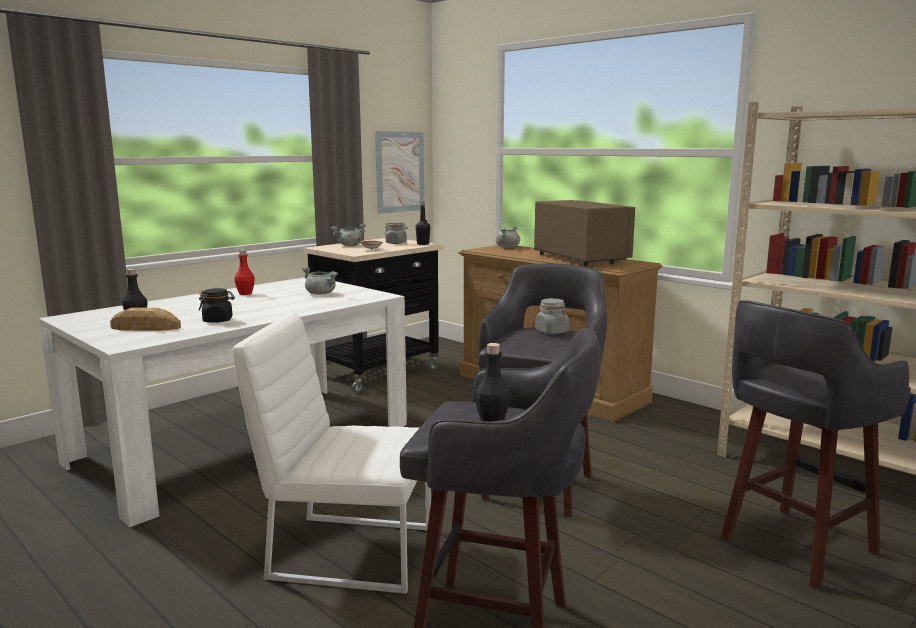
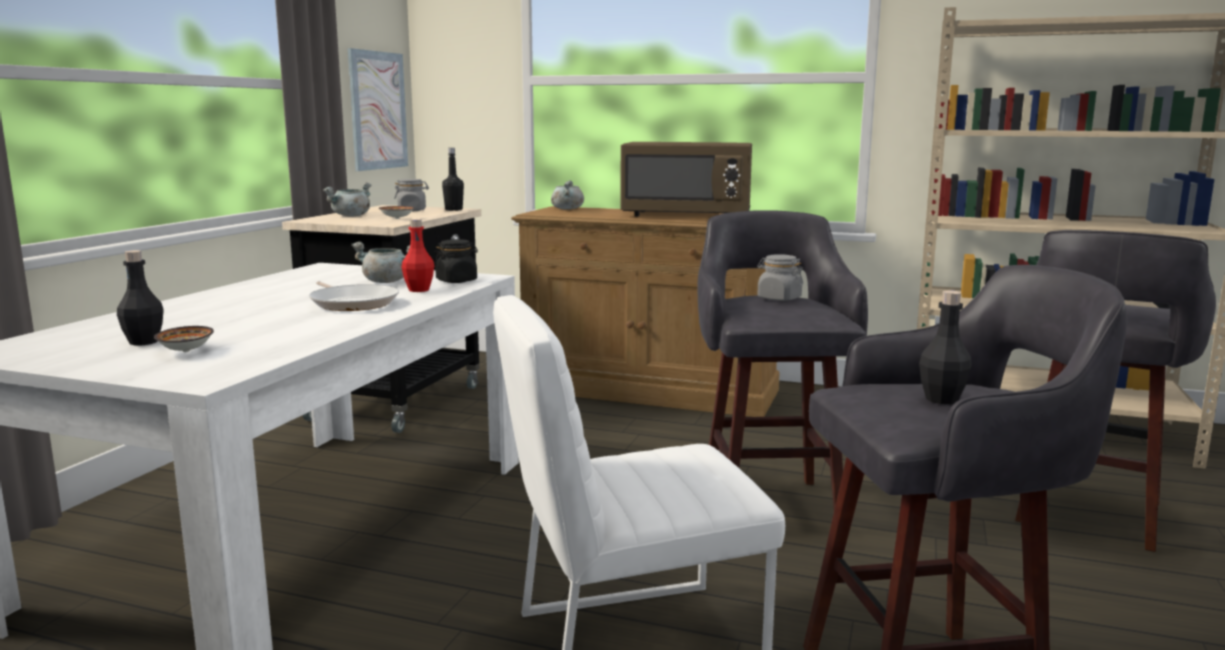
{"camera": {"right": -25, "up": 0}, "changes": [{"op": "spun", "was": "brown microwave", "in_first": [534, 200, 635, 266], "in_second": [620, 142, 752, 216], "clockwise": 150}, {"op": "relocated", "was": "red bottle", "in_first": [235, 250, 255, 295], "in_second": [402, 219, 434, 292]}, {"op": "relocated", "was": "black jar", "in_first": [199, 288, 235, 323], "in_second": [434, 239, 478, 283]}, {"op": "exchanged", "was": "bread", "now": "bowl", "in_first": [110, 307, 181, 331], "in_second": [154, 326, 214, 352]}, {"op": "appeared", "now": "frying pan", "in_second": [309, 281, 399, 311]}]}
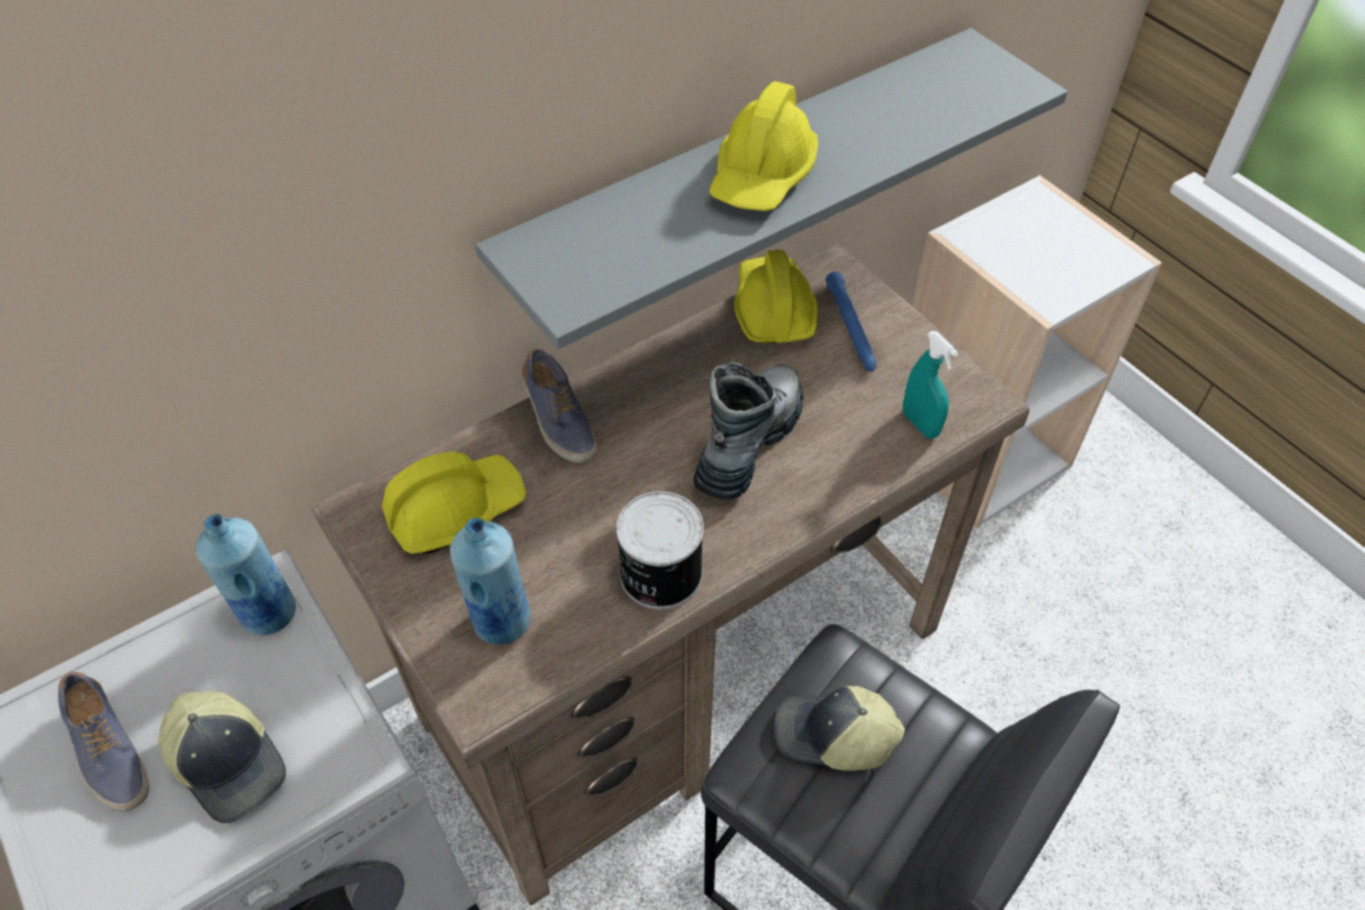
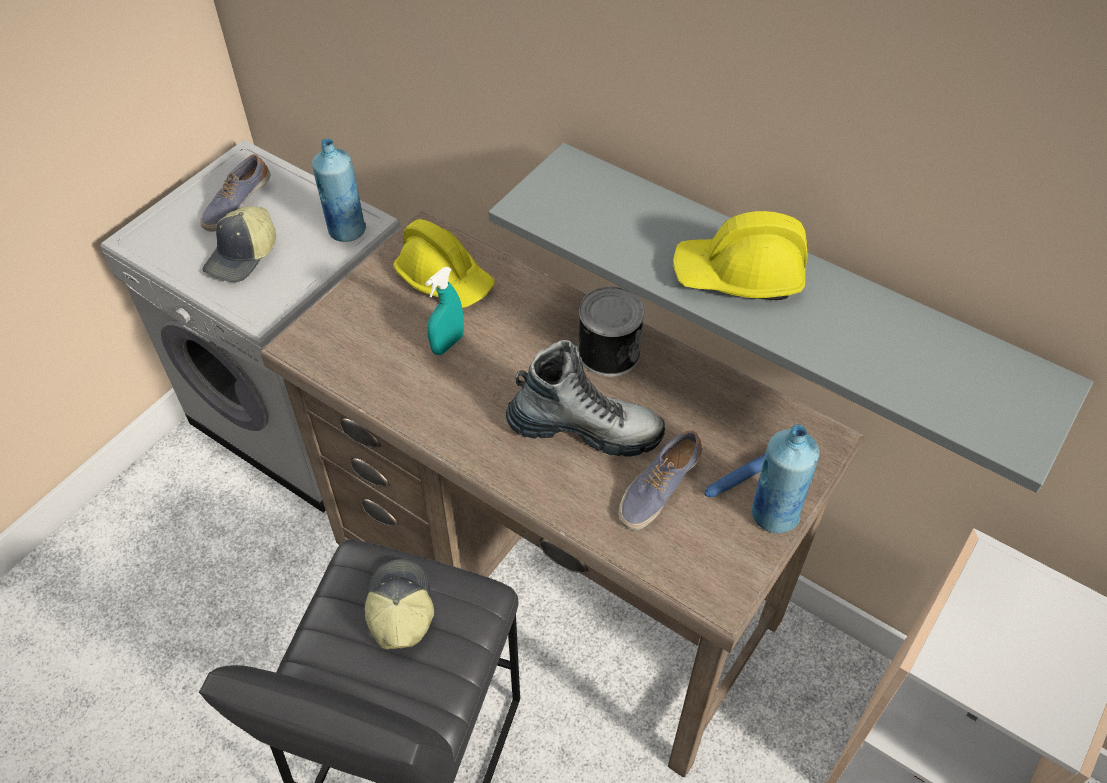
{"camera": {"right": 70, "up": 0}, "changes": [{"op": "missing", "was": "yellow hard hat", "in_first": [734, 250, 818, 343]}, {"op": "relocated", "was": "turquoise spray bottle", "in_first": [903, 331, 958, 438], "in_second": [425, 267, 464, 355]}, {"op": "relocated", "was": "shoe", "in_first": [521, 347, 597, 463], "in_second": [618, 430, 703, 531]}, {"op": "relocated", "was": "can", "in_first": [616, 491, 704, 609], "in_second": [578, 286, 645, 377]}, {"op": "relocated", "was": "blue bottle", "in_first": [450, 518, 531, 645], "in_second": [752, 424, 820, 533]}]}
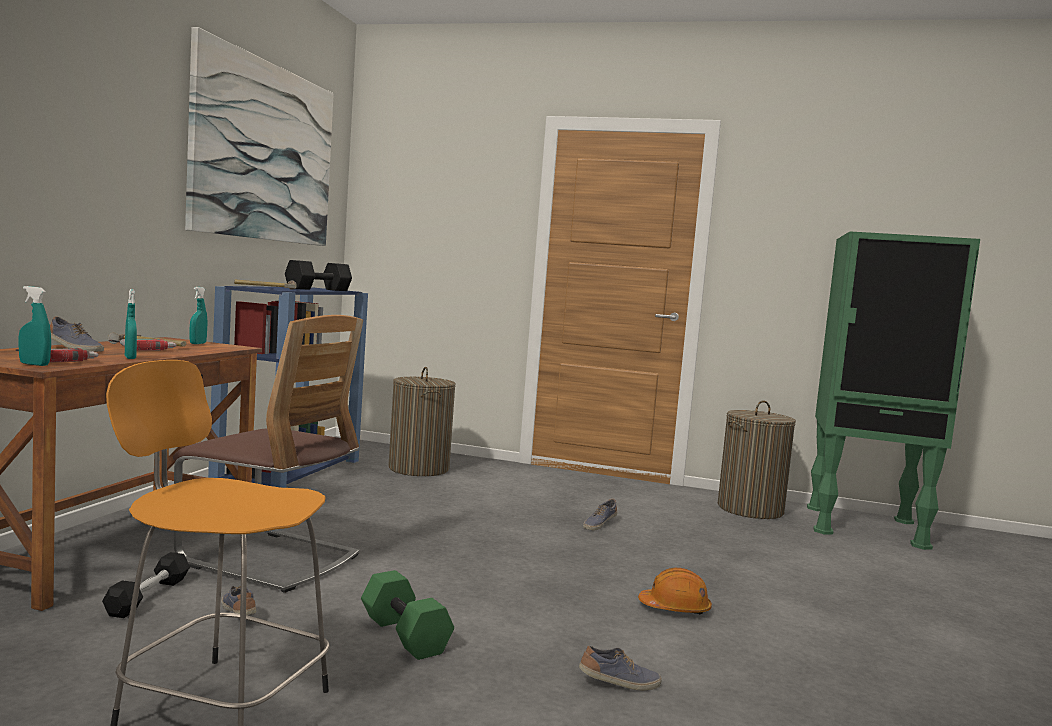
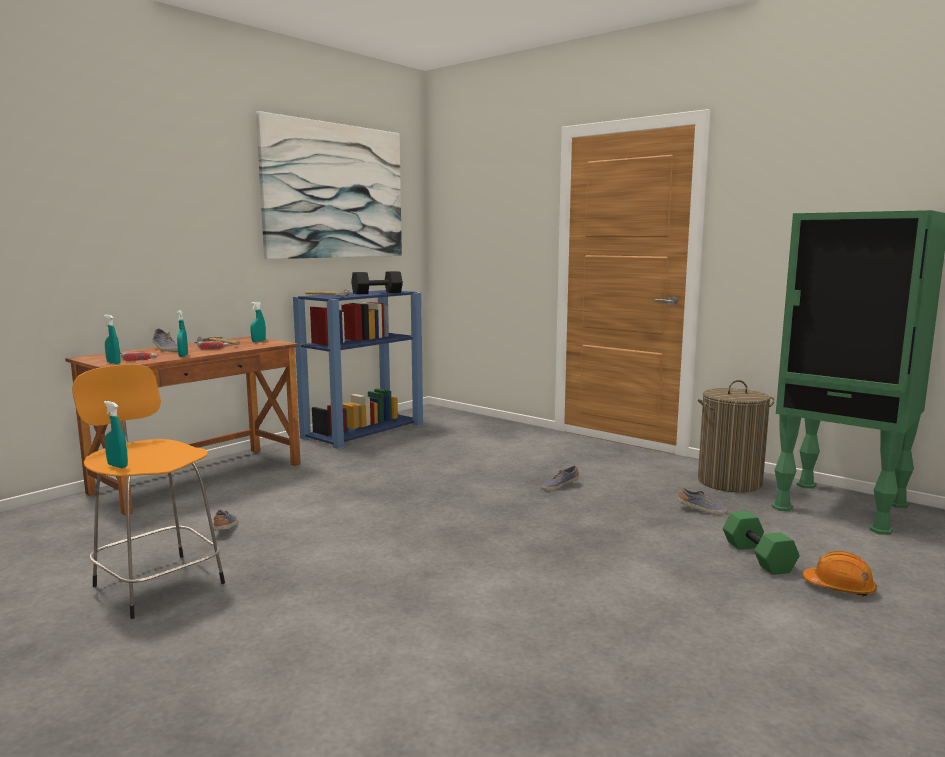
{"camera": {"right": 25, "up": 5}, "changes": [{"op": "missing", "was": "chair", "in_first": [173, 315, 363, 593]}, {"op": "missing", "was": "laundry basket", "in_first": [388, 367, 456, 476]}, {"op": "missing", "was": "black dumbbell", "in_first": [102, 552, 190, 618]}, {"op": "relocated", "was": "orange hard hat", "in_first": [638, 568, 712, 614], "in_second": [803, 551, 877, 596]}, {"op": "relocated", "was": "green dumbbell", "in_first": [361, 570, 454, 660], "in_second": [723, 511, 800, 575]}, {"op": "relocated", "was": "shoe", "in_first": [579, 645, 662, 691], "in_second": [677, 488, 728, 515]}, {"op": "appeared", "now": "turquoise spray bottle", "in_second": [104, 401, 128, 468]}]}
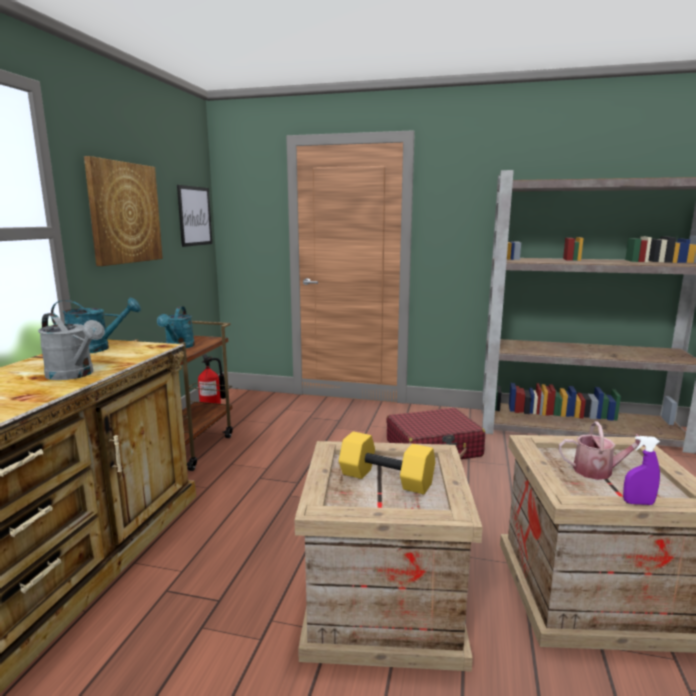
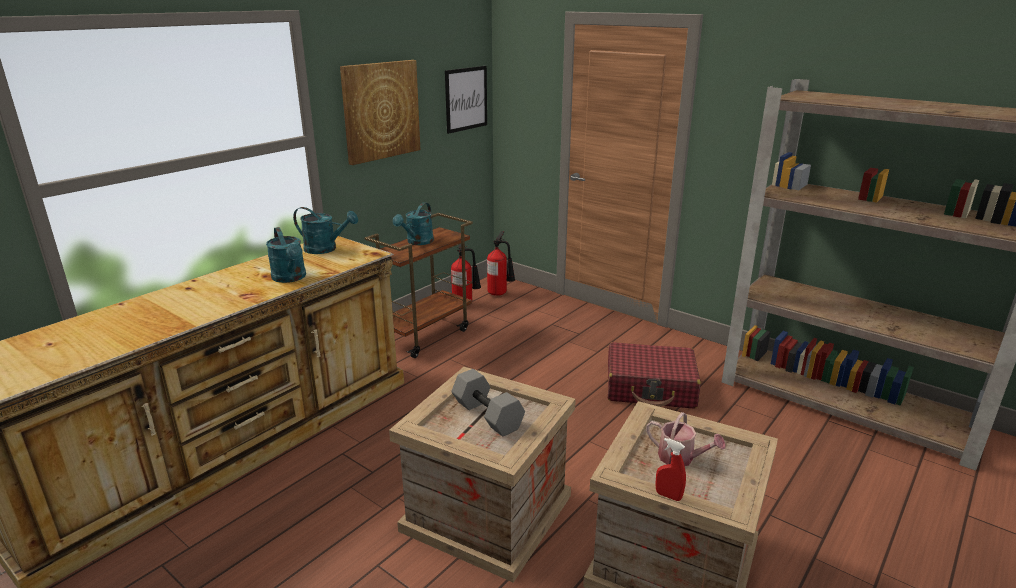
{"camera": {"right": 25, "up": 10}, "changes": [{"op": "colour", "was": "grey watering can", "now": "turquoise watering can", "in_first": [38, 313, 105, 380], "in_second": [266, 227, 306, 283]}, {"op": "colour", "was": "yellow dumbbell", "now": "grey dumbbell", "in_first": [339, 431, 435, 494], "in_second": [451, 369, 525, 437]}, {"op": "colour", "was": "purple spray bottle", "now": "red spray bottle", "in_first": [623, 436, 660, 505], "in_second": [656, 438, 686, 501]}, {"op": "appeared", "now": "fire extinguisher", "in_second": [487, 231, 515, 296]}]}
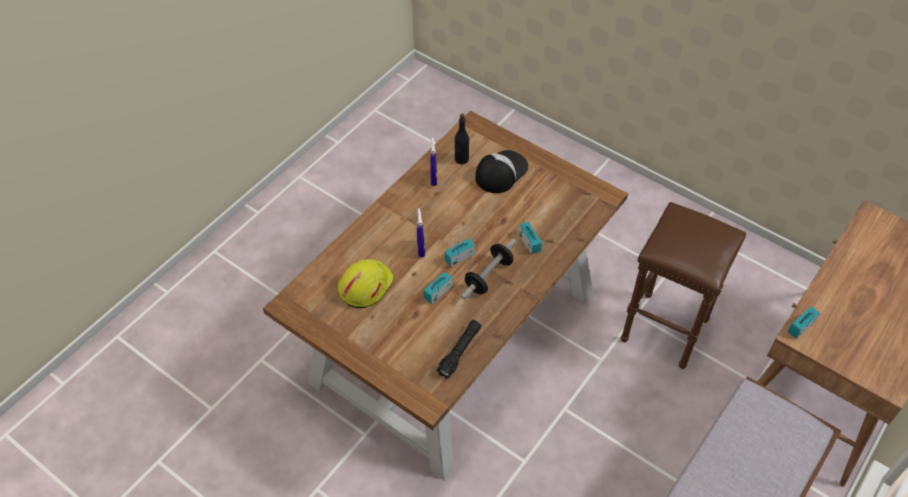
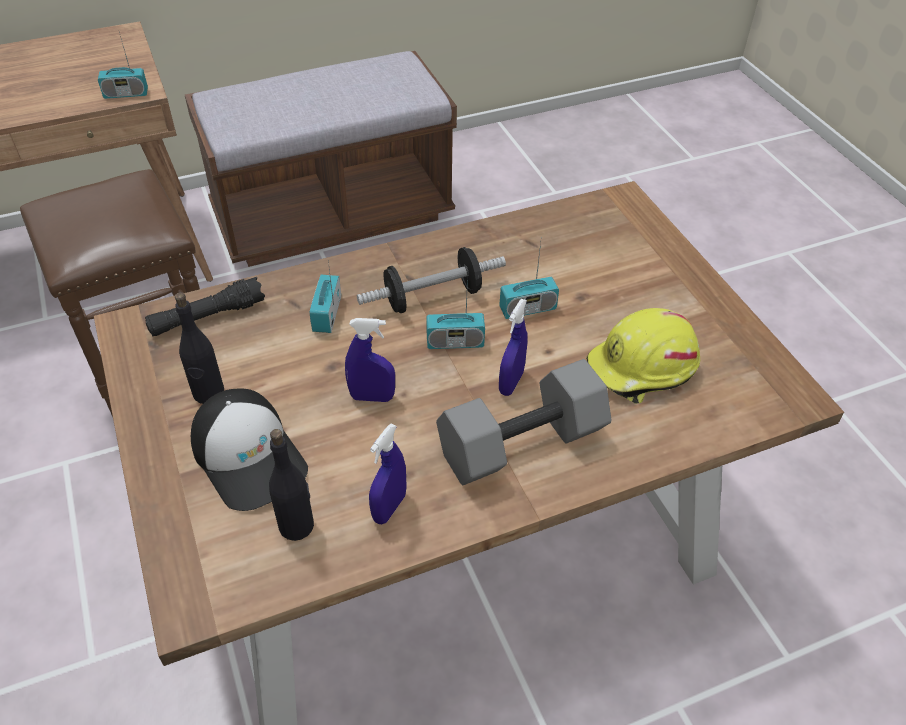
{"camera": {"right": -150, "up": -5}, "changes": [{"op": "spun", "was": "cap", "in_first": [475, 150, 528, 193], "in_second": [191, 389, 308, 511], "clockwise": -105}, {"op": "relocated", "was": "black flashlight", "in_first": [436, 320, 481, 379], "in_second": [145, 277, 265, 336]}, {"op": "appeared", "now": "black bottle", "in_second": [175, 292, 224, 404]}, {"op": "appeared", "now": "blue spray bottle", "in_second": [345, 318, 395, 402]}, {"op": "appeared", "now": "grey dumbbell", "in_second": [436, 359, 611, 485]}]}
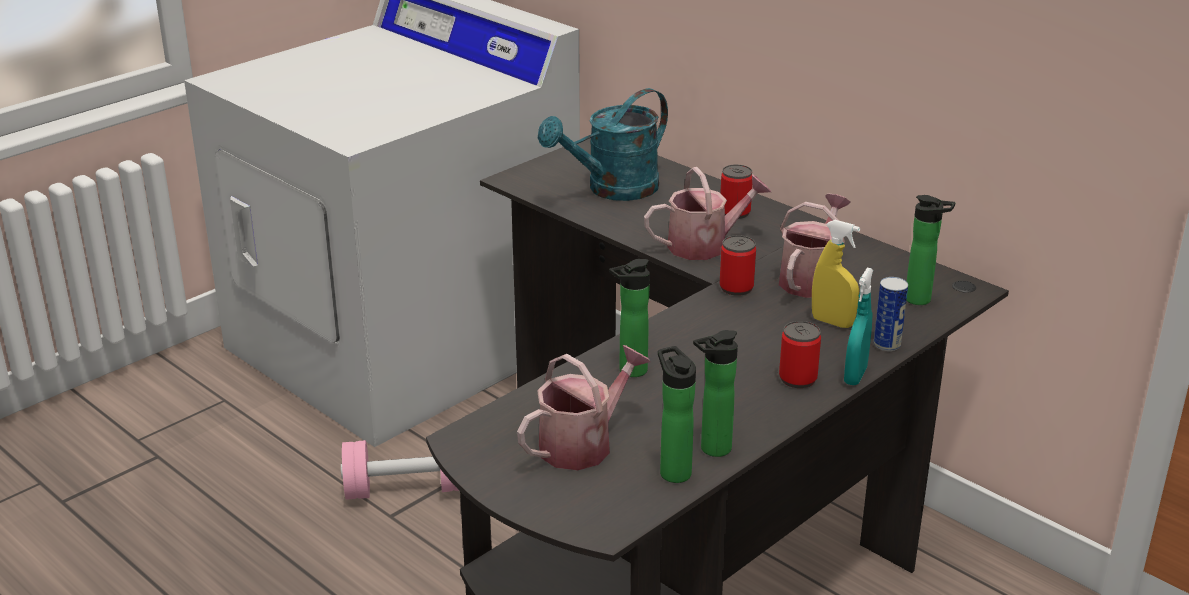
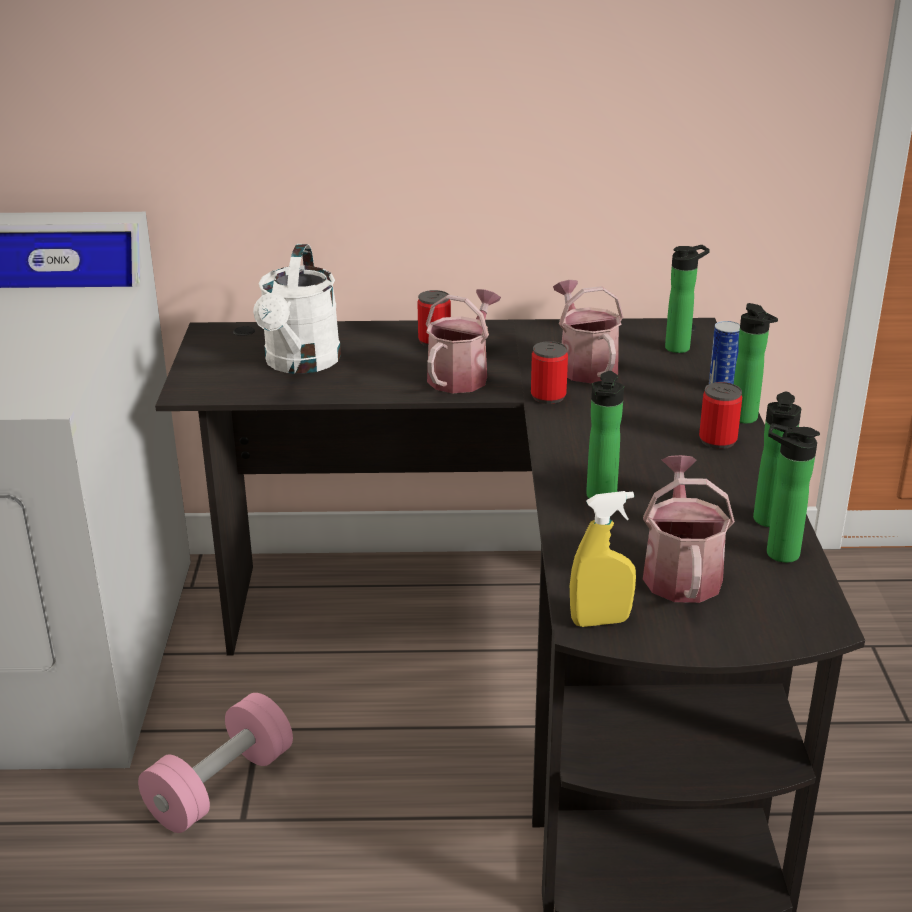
{"camera": {"right": -45, "up": 0}, "changes": [{"op": "colour", "was": "turquoise watering can", "now": "white watering can", "in_first": [538, 88, 668, 201], "in_second": [253, 244, 341, 374]}, {"op": "relocated", "was": "yellow spray bottle", "in_first": [812, 220, 860, 328], "in_second": [570, 491, 636, 627]}, {"op": "exchanged", "was": "turquoise spray bottle", "now": "bottle", "in_first": [844, 268, 873, 385], "in_second": [734, 303, 778, 423]}]}
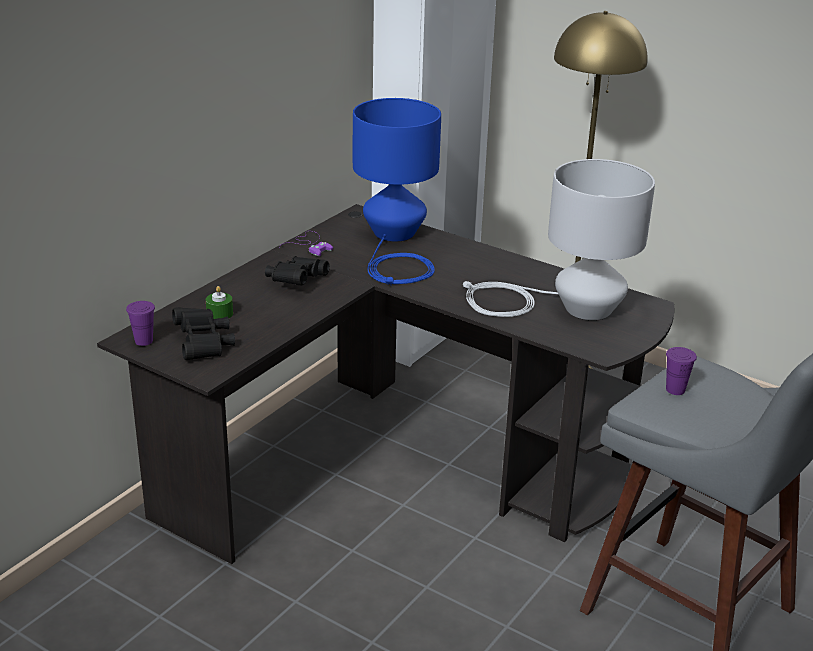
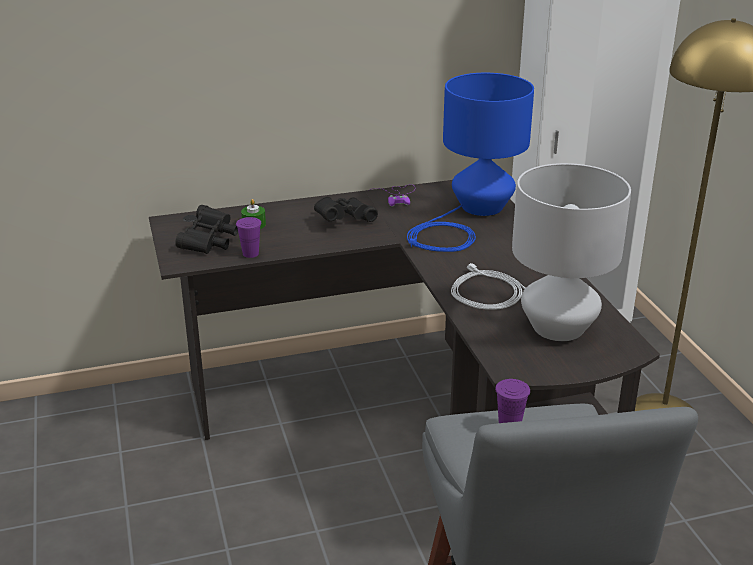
{"camera": {"right": 40, "up": 0}, "changes": [{"op": "relocated", "was": "purple cup", "in_first": [126, 301, 155, 346], "in_second": [236, 217, 261, 258]}]}
